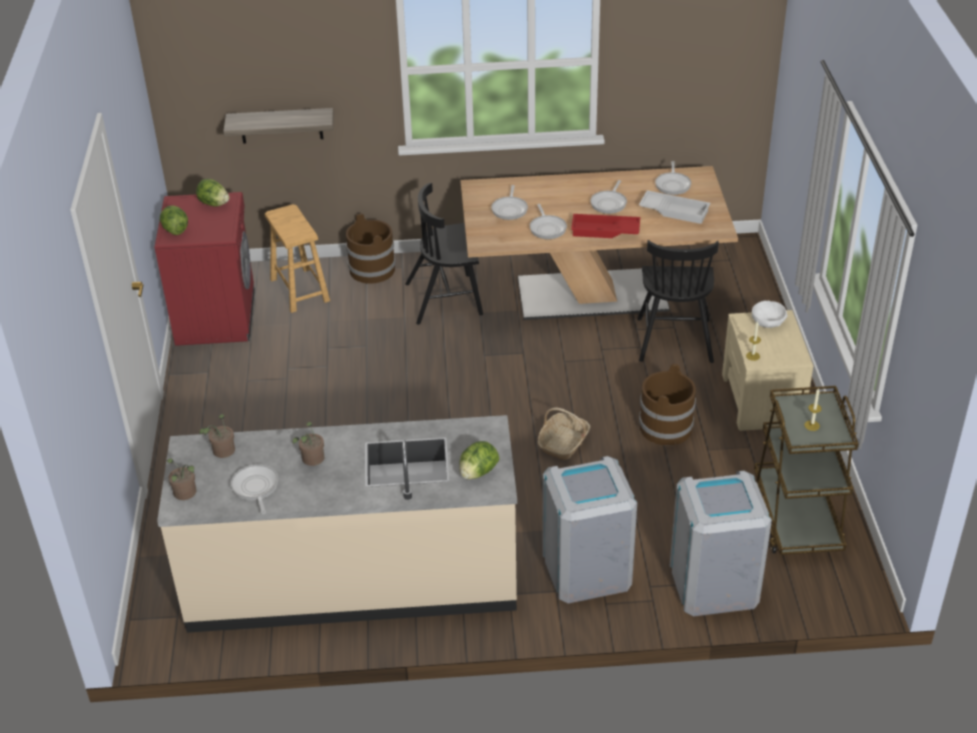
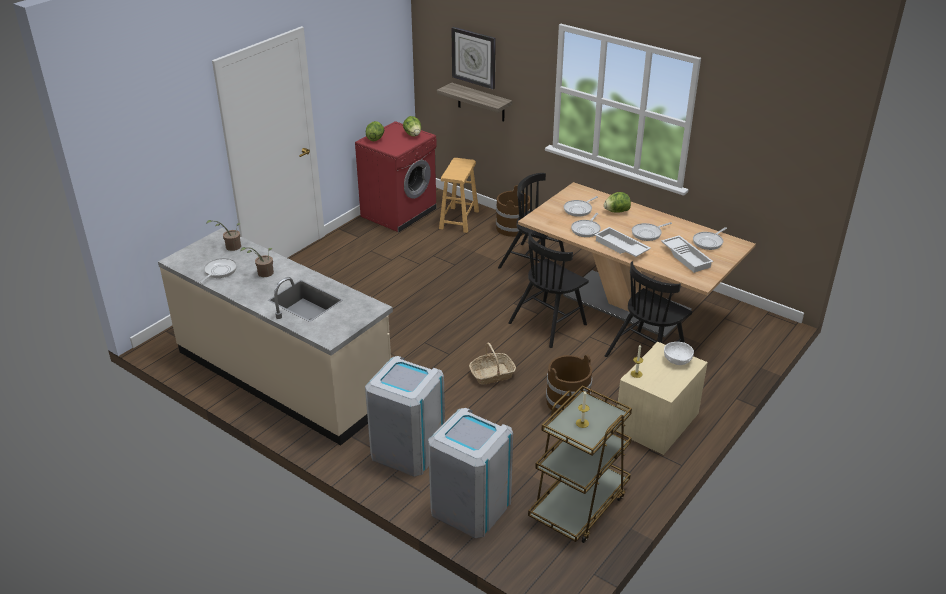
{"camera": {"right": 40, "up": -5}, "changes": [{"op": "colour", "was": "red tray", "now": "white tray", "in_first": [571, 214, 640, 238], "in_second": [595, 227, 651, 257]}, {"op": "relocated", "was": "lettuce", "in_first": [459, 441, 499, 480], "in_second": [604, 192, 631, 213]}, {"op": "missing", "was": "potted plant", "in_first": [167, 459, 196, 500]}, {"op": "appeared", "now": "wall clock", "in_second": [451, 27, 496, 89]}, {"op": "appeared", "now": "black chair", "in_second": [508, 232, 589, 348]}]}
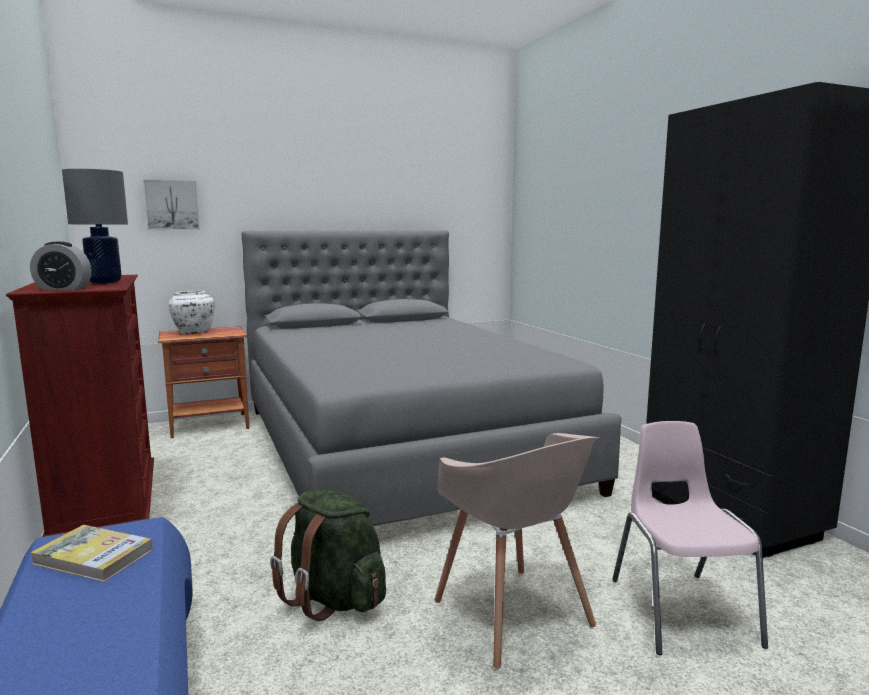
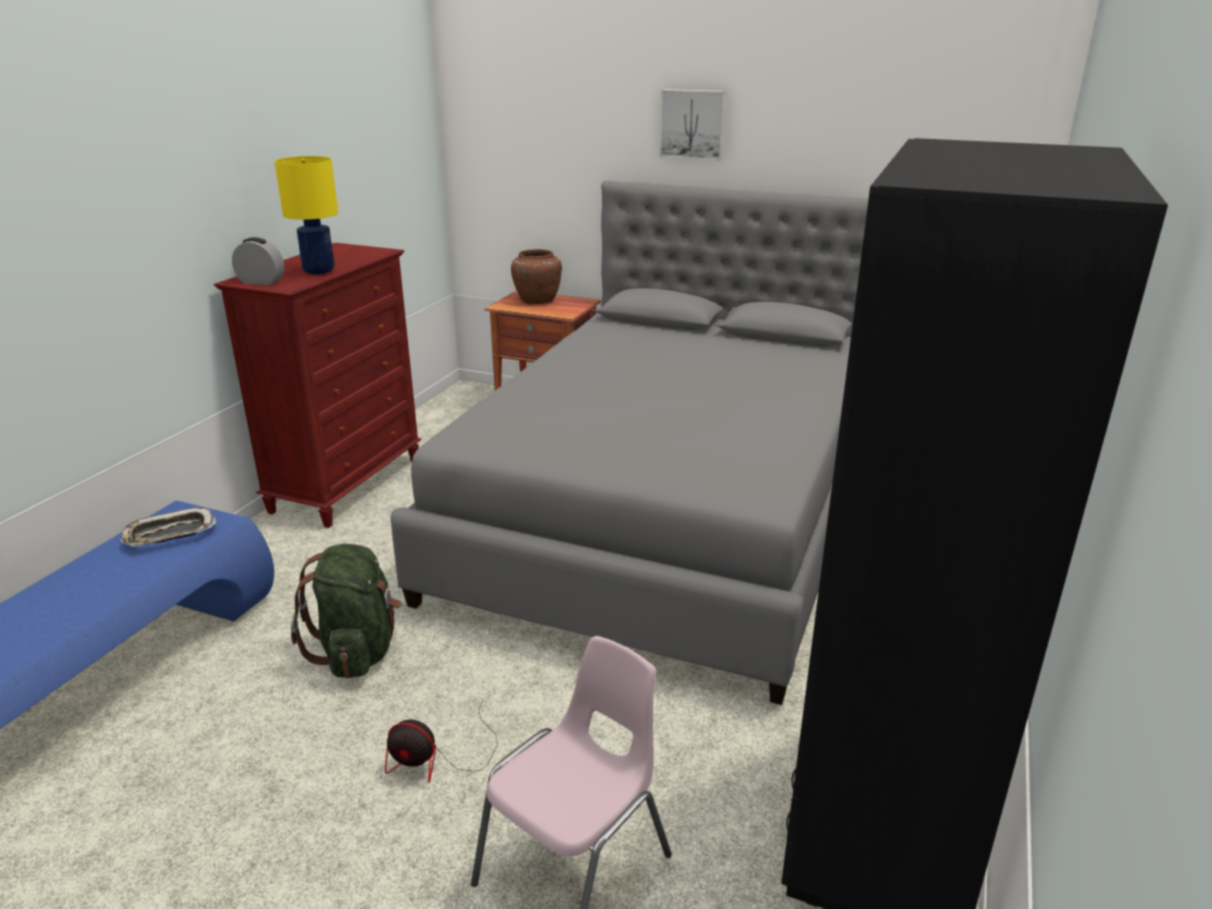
{"camera": {"right": 45, "up": 15}, "changes": [{"op": "colour", "was": "grey table lamp", "now": "yellow table lamp", "in_first": [62, 169, 128, 284], "in_second": [274, 156, 338, 274]}, {"op": "relocated", "was": "picture", "in_first": [143, 179, 200, 230], "in_second": [659, 89, 726, 161]}, {"op": "spun", "was": "alarm clock", "in_first": [30, 241, 91, 290], "in_second": [232, 237, 284, 285], "clockwise": 150}, {"op": "colour", "was": "white vase", "now": "brown vase", "in_first": [168, 291, 215, 334], "in_second": [511, 249, 562, 304]}, {"op": "exchanged", "was": "beige chair", "now": "fan", "in_first": [434, 433, 600, 669], "in_second": [385, 699, 498, 783]}, {"op": "exchanged", "was": "book", "now": "tray", "in_first": [30, 525, 152, 582], "in_second": [120, 507, 216, 546]}]}
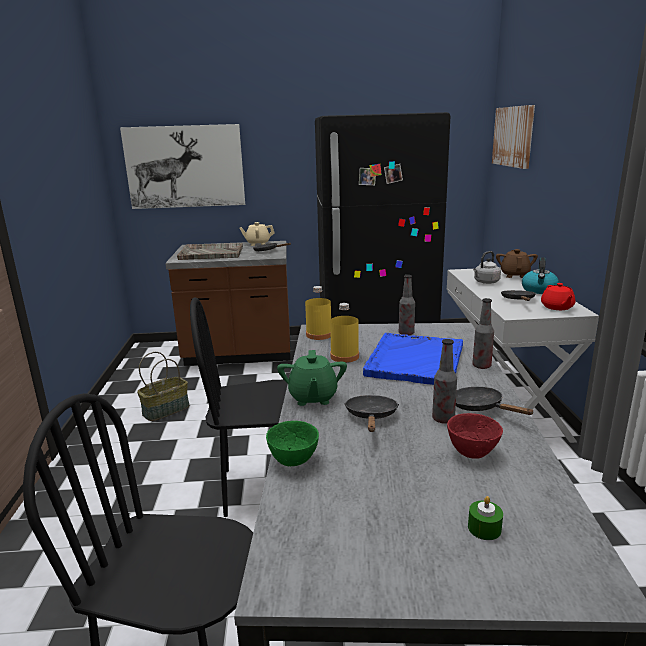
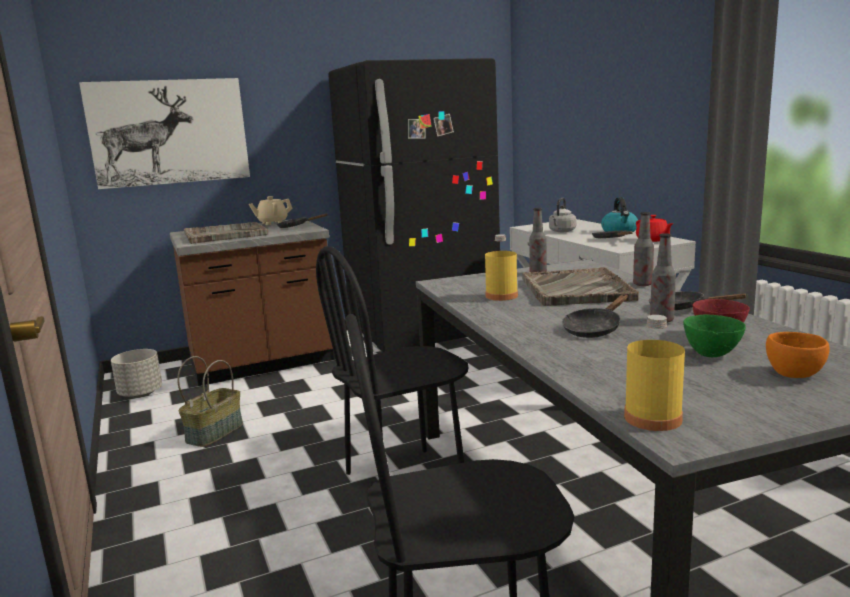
{"camera": {"right": -20, "up": -5}, "changes": [{"op": "missing", "was": "picture", "in_first": [492, 105, 535, 169]}, {"op": "missing", "was": "brown teapot", "in_first": [496, 249, 538, 278]}, {"op": "relocated", "was": "yellow bottle", "in_first": [305, 286, 331, 340], "in_second": [624, 315, 685, 431]}, {"op": "colour", "was": "blue tray", "now": "grey tray", "in_first": [363, 333, 463, 385], "in_second": [522, 267, 639, 306]}, {"op": "missing", "was": "green teapot", "in_first": [277, 350, 347, 406]}, {"op": "spun", "was": "black frying pan", "in_first": [344, 395, 399, 432], "in_second": [562, 294, 628, 338], "clockwise": -120}, {"op": "relocated", "was": "green bowl", "in_first": [266, 421, 319, 466], "in_second": [683, 315, 746, 357]}, {"op": "exchanged", "was": "green candle", "now": "orange bowl", "in_first": [468, 496, 503, 540], "in_second": [766, 332, 830, 378]}, {"op": "appeared", "now": "grey planter", "in_second": [111, 349, 162, 398]}]}
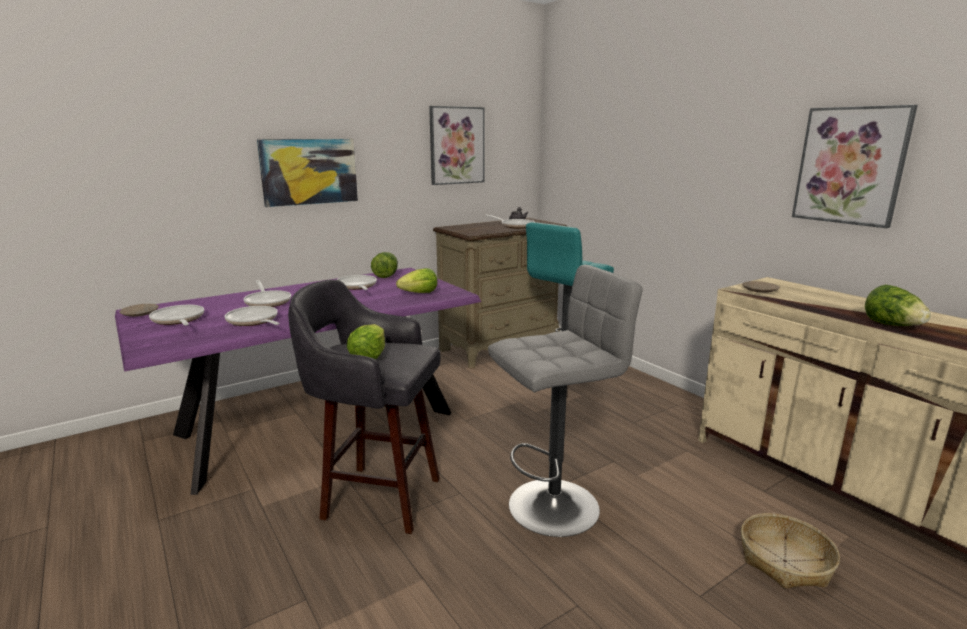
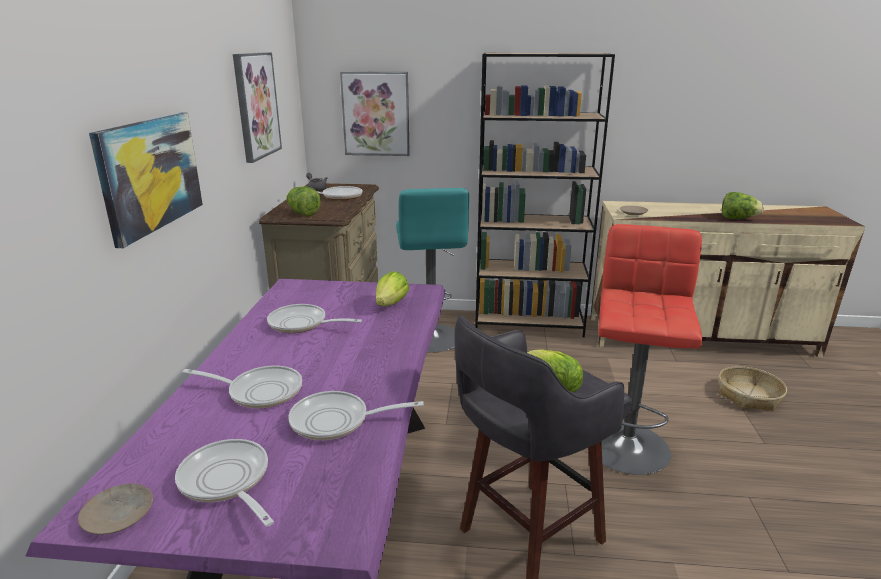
{"camera": {"right": -50, "up": 5}, "changes": [{"op": "relocated", "was": "picture", "in_first": [792, 105, 918, 228], "in_second": [340, 71, 410, 156]}, {"op": "relocated", "was": "lettuce", "in_first": [371, 252, 398, 278], "in_second": [286, 186, 321, 216]}, {"op": "colour", "was": "grey stool", "now": "red stool", "in_first": [488, 265, 643, 537], "in_second": [587, 224, 702, 475]}, {"op": "spun", "was": "frying pan", "in_first": [149, 305, 204, 326], "in_second": [175, 439, 274, 527], "clockwise": 45}, {"op": "appeared", "now": "beige bookcase", "in_second": [475, 53, 615, 337]}]}
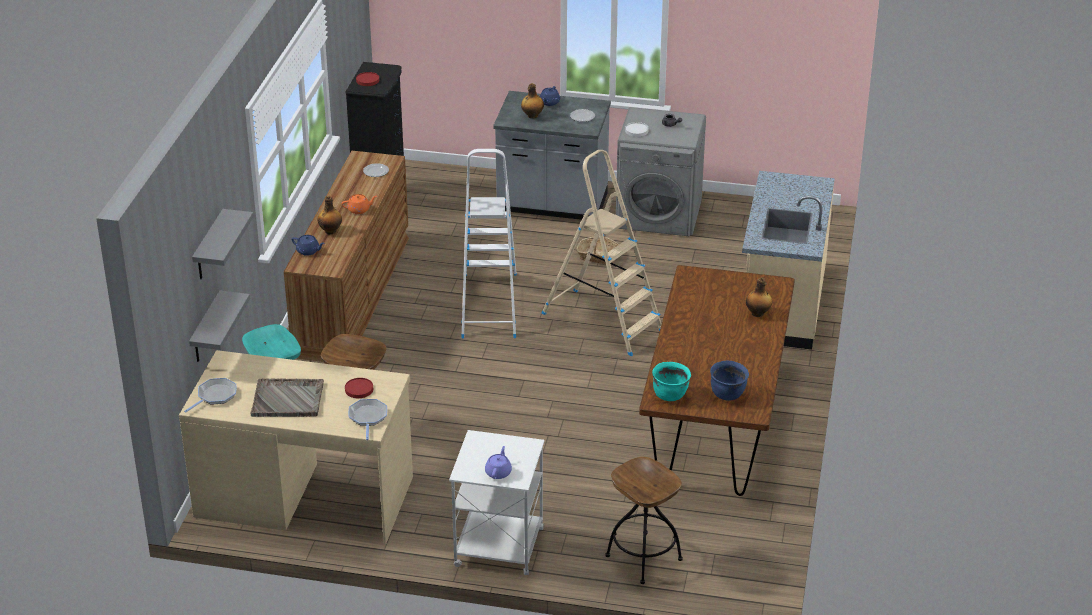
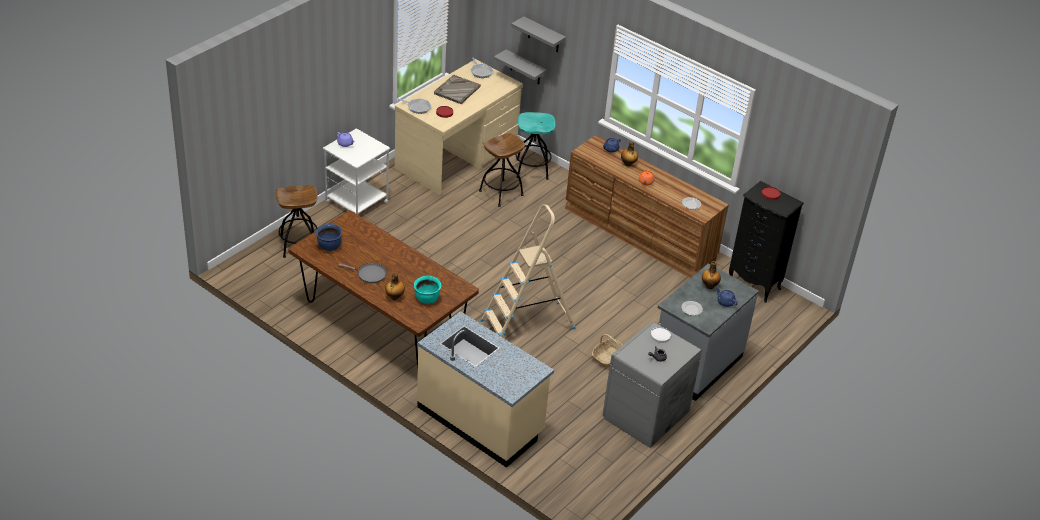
{"camera": {"right": 115, "up": 5}, "changes": [{"op": "missing", "was": "white step ladder", "in_first": [461, 149, 517, 338]}, {"op": "relocated", "was": "turquoise cooking pot", "in_first": [652, 362, 691, 401], "in_second": [414, 276, 441, 304]}, {"op": "appeared", "now": "grey frying pan", "in_second": [338, 263, 387, 283]}]}
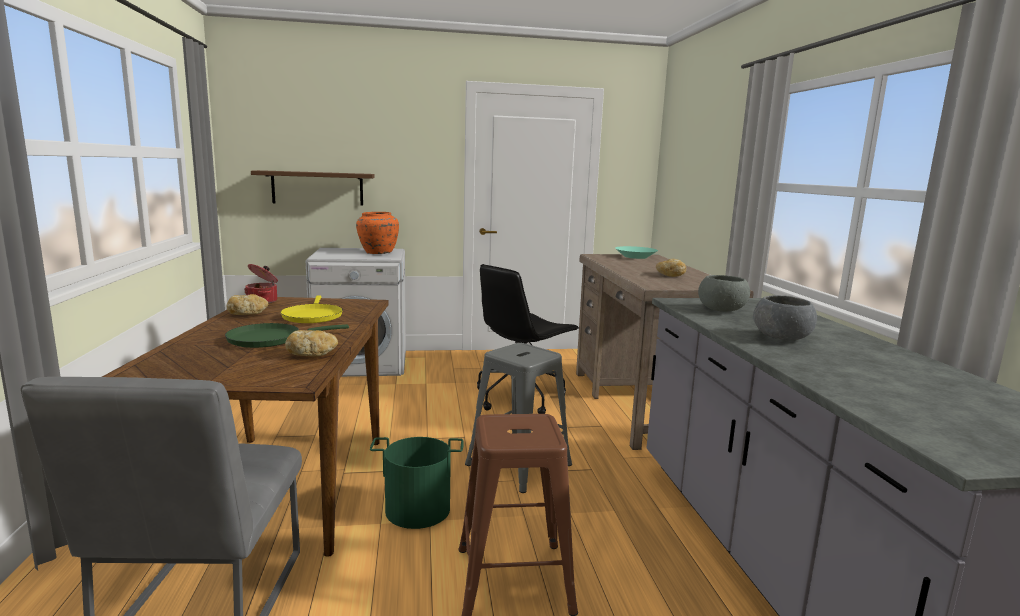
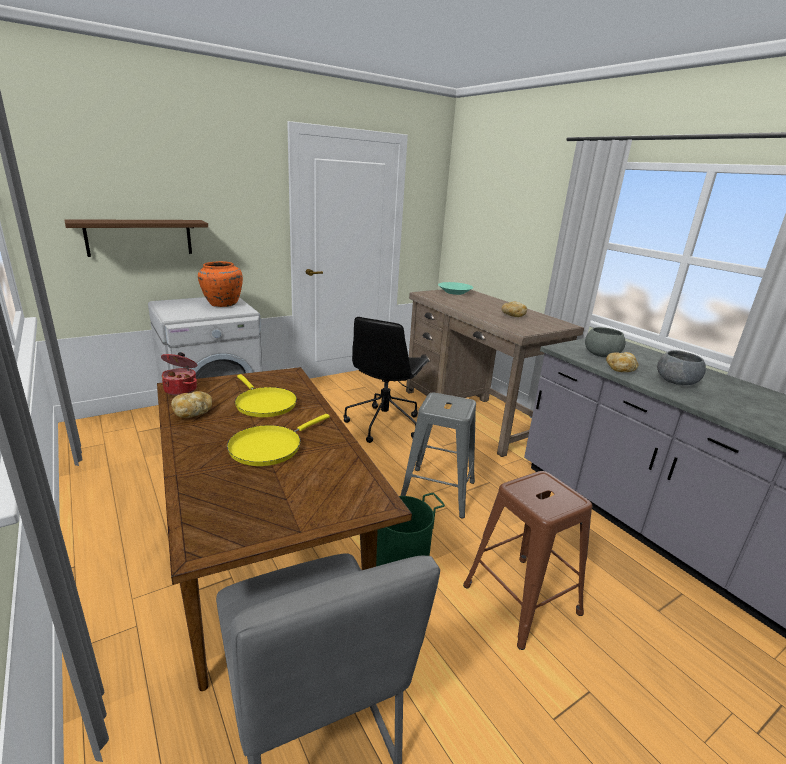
{"camera": {"right": -25, "up": 10}, "changes": [{"op": "colour", "was": "green frying pan", "now": "yellow frying pan", "in_first": [225, 323, 349, 348], "in_second": [227, 414, 330, 466]}, {"op": "relocated", "was": "bread", "in_first": [285, 330, 338, 356], "in_second": [606, 352, 638, 372]}]}
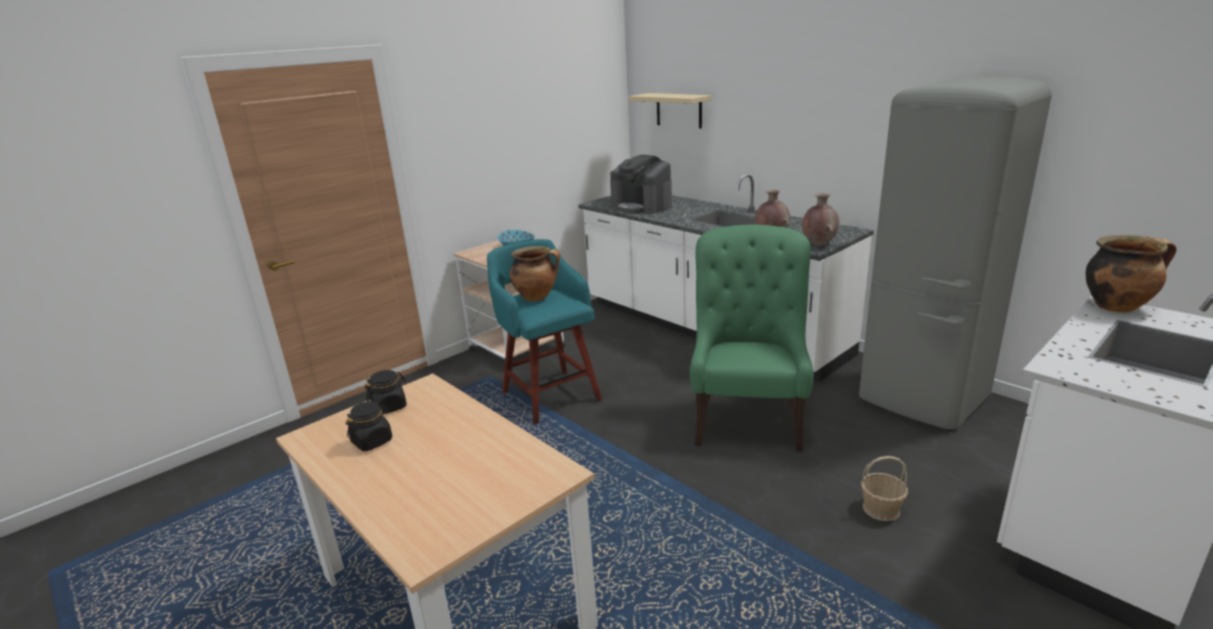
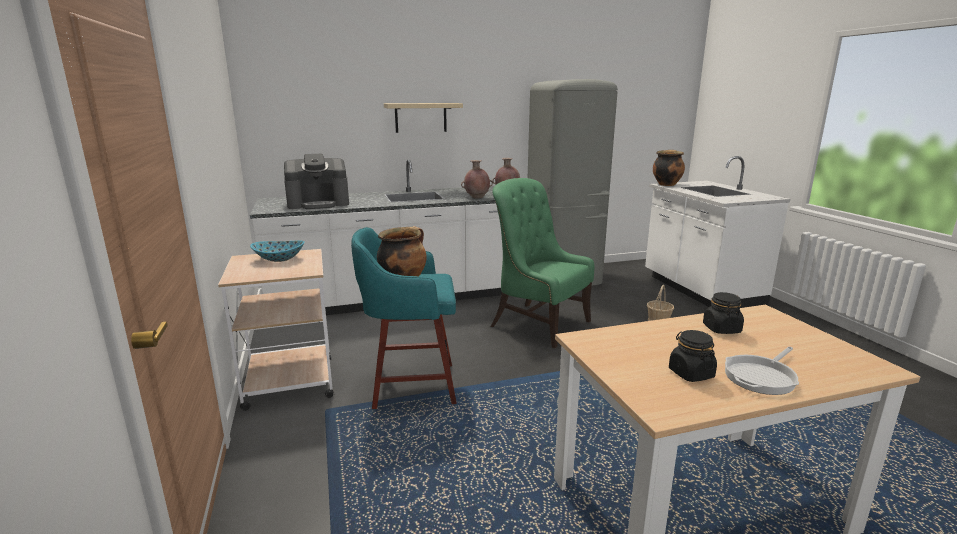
{"camera": {"right": -65, "up": -5}, "changes": [{"op": "relocated", "was": "beige shelf", "in_first": [629, 93, 712, 129], "in_second": [384, 103, 463, 133]}, {"op": "relocated", "was": "black jar", "in_first": [365, 370, 407, 414], "in_second": [703, 292, 744, 334]}, {"op": "appeared", "now": "frying pan", "in_second": [725, 347, 799, 395]}]}
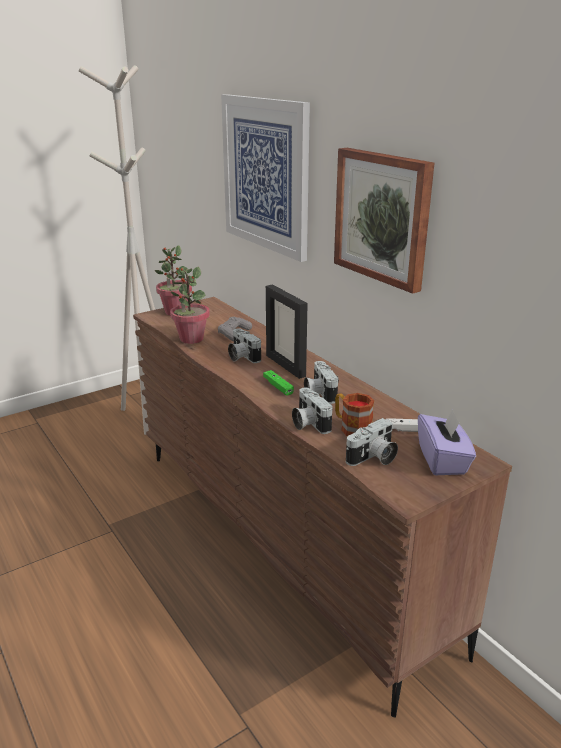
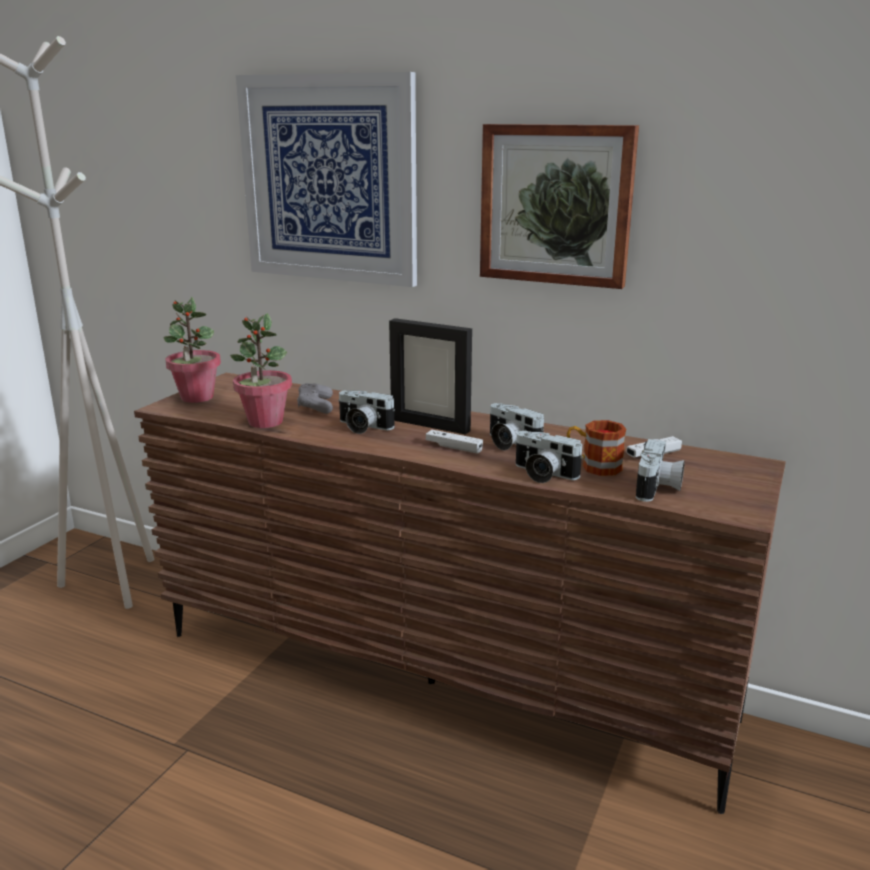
{"camera": {"right": -30, "up": -5}, "changes": [{"op": "colour", "was": "green game controller", "now": "white game controller", "in_first": [263, 370, 294, 396], "in_second": [426, 430, 483, 454]}, {"op": "missing", "was": "purple tissue box", "in_first": [418, 409, 476, 475]}]}
